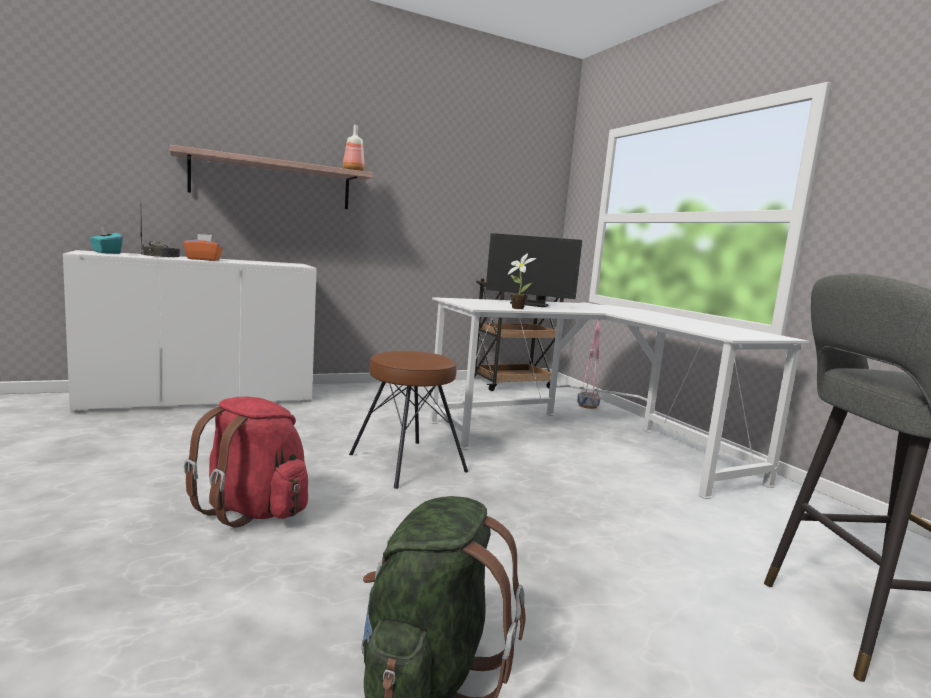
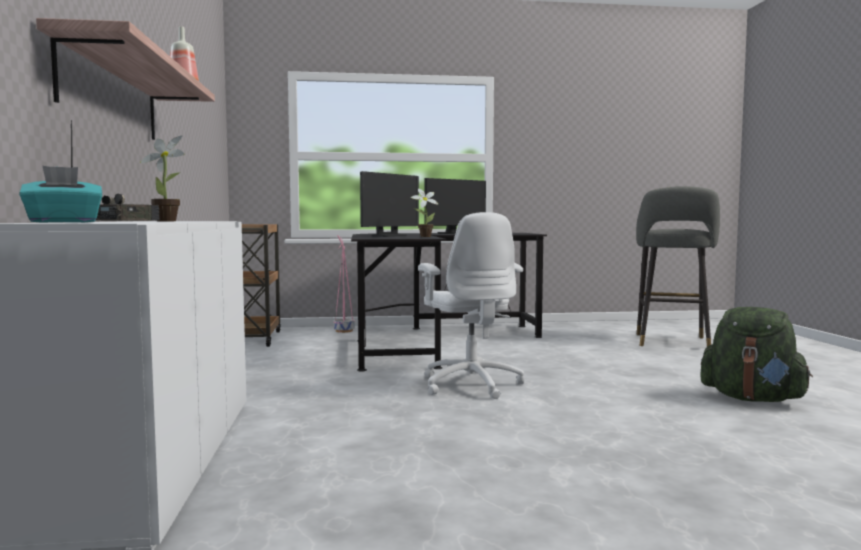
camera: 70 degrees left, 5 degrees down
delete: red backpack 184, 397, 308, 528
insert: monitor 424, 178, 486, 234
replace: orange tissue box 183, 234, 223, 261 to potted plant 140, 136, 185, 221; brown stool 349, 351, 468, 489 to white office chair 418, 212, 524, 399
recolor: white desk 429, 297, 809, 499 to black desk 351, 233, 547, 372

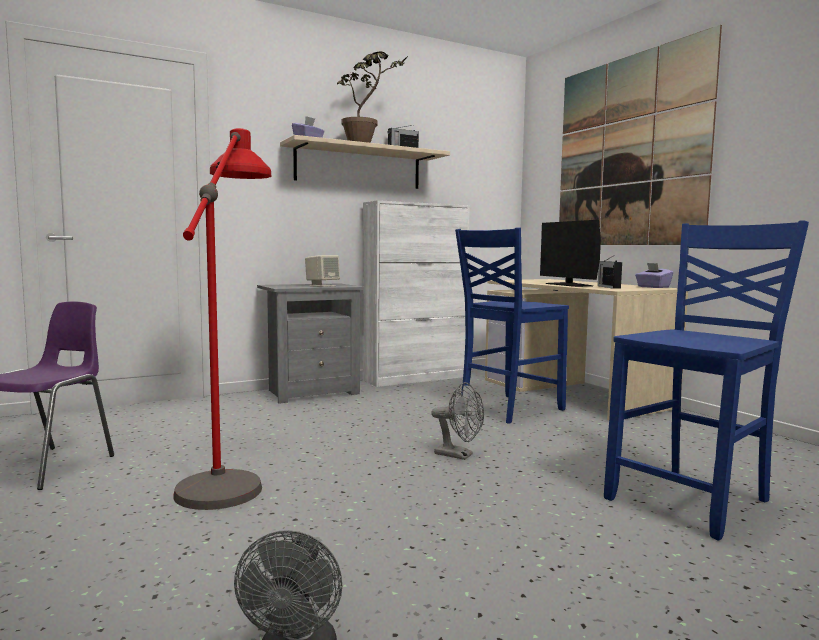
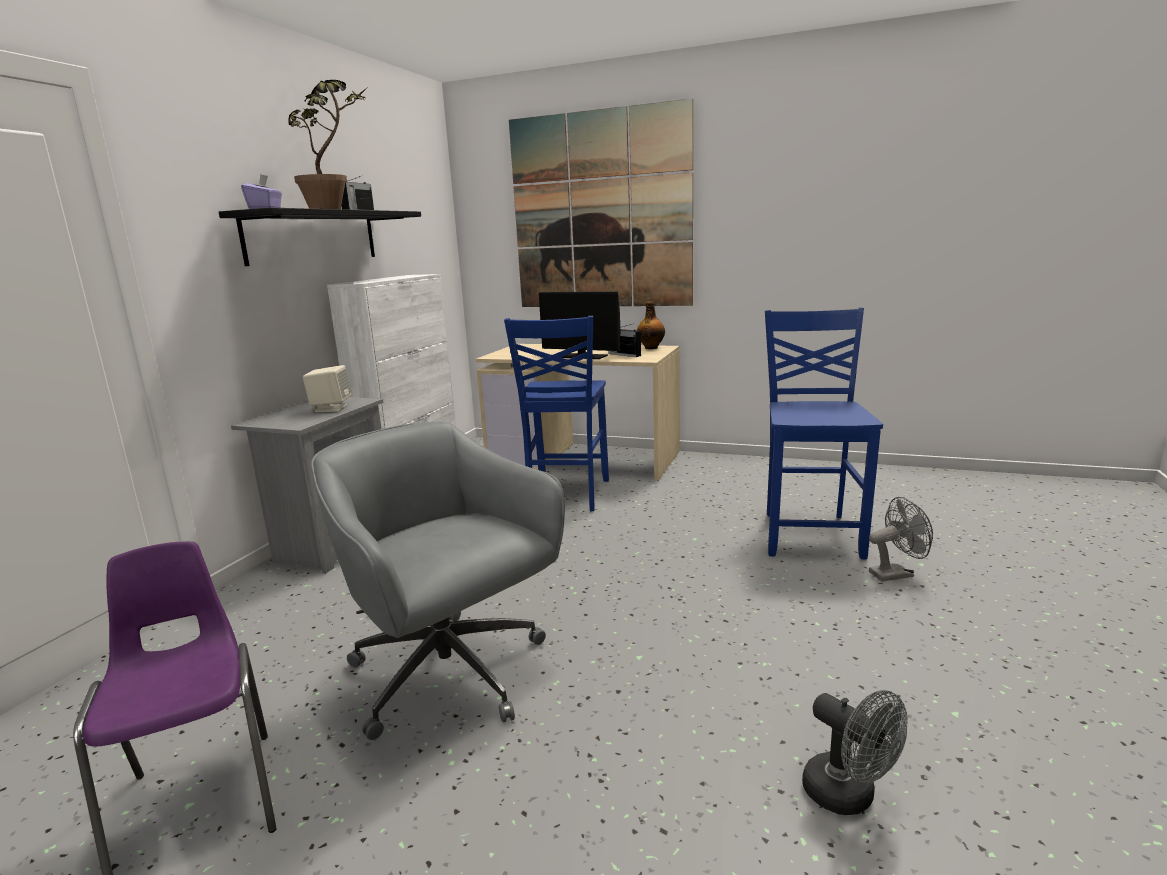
camera: 40 degrees left, 10 degrees up
move: grey fan 431, 382, 484, 460 to 869, 497, 933, 581
replace: red floor lamp 173, 128, 271, 510 to grey office chair 311, 422, 565, 740; purple tissue box 635, 263, 674, 288 to bottle 637, 301, 665, 349
recolor: beige shelf 280, 135, 450, 189 to black shelf 219, 208, 421, 266

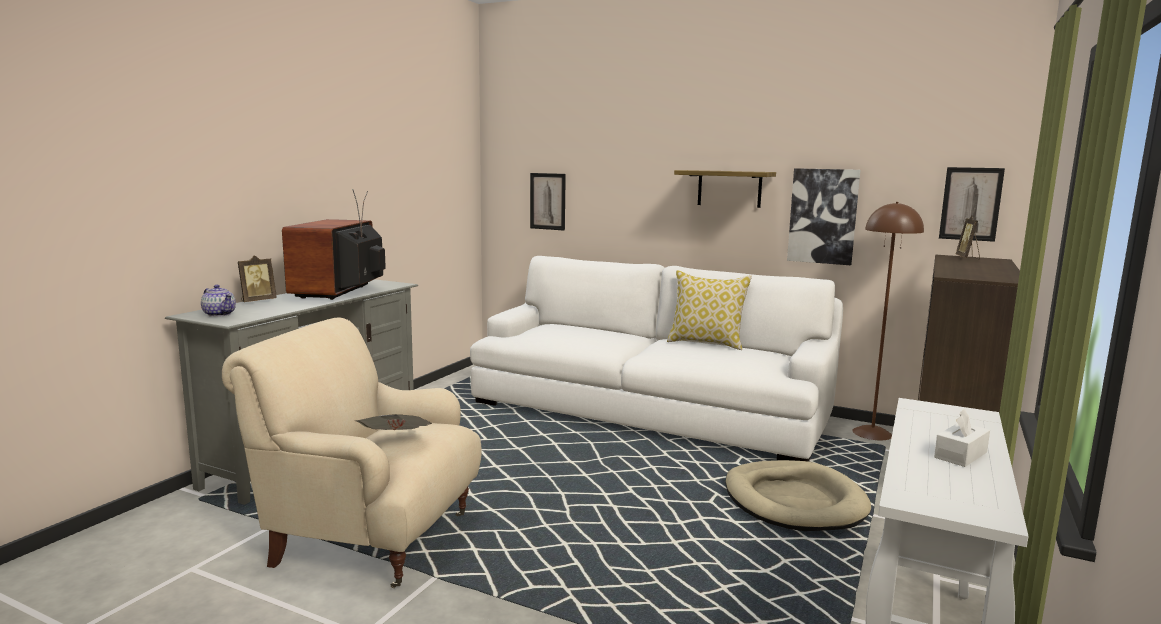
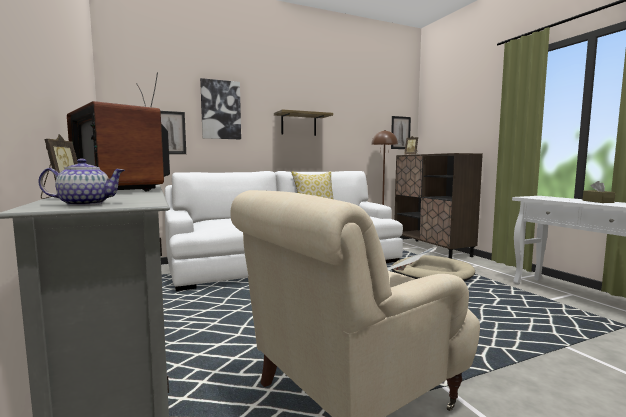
camera: 50 degrees left, 5 degrees down
move: picture 787, 168, 860, 265 to 200, 78, 241, 139
recolor: white tissue box 934, 409, 990, 467 to brown tissue box 582, 181, 615, 203

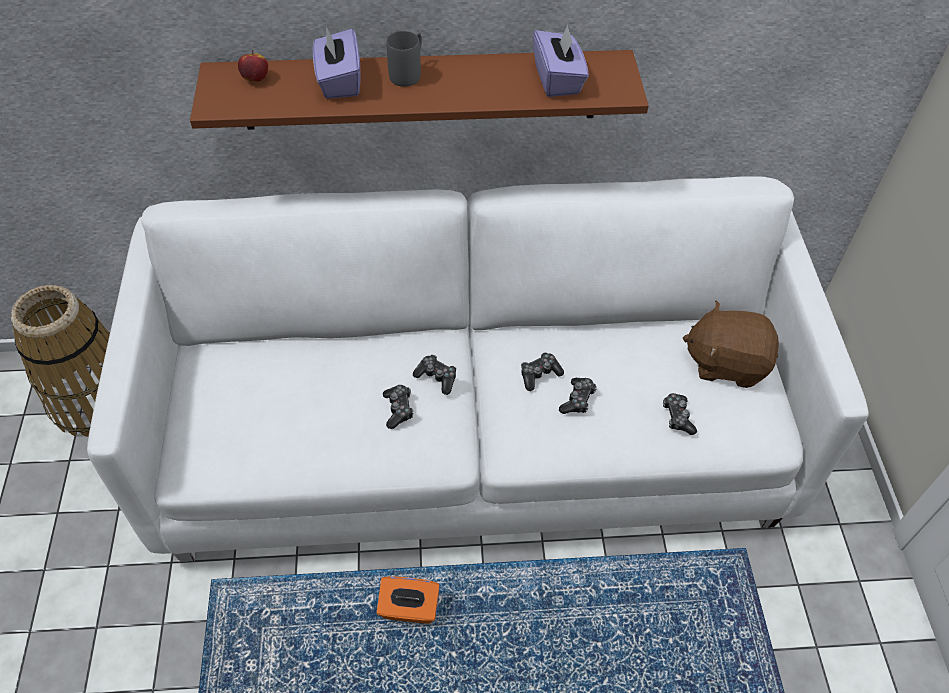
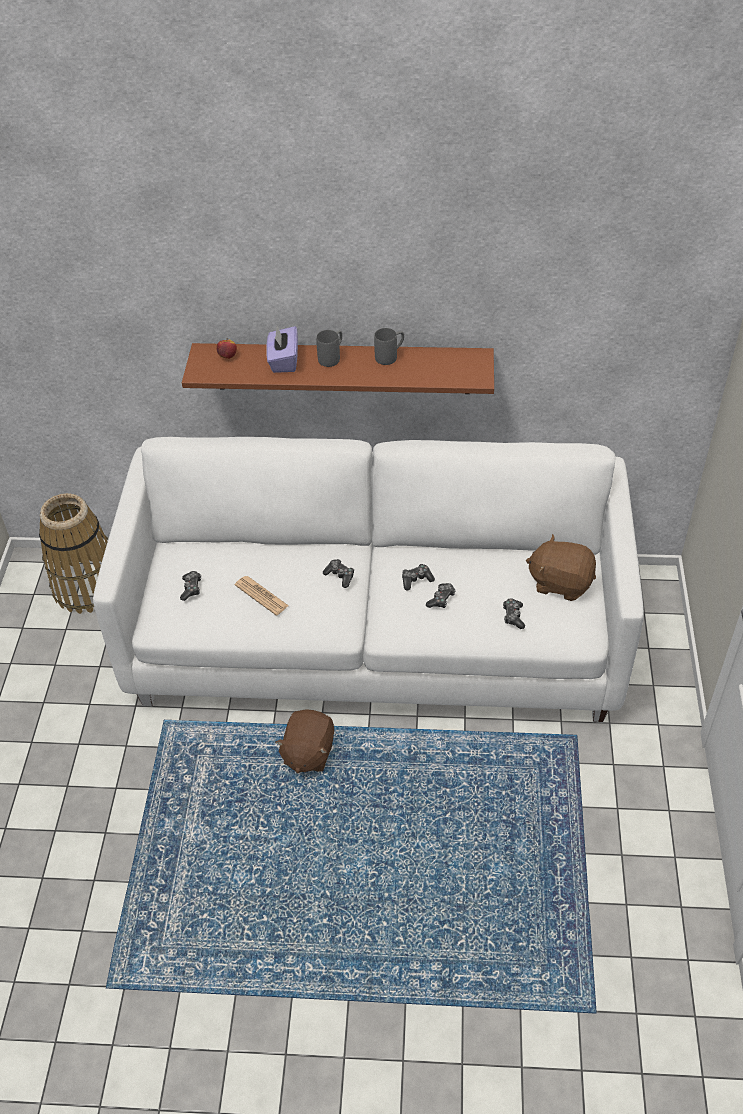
camera: 10 degrees right, 5 degrees down
delete: purple tissue box 533, 25, 589, 97
insert: newspaper 235, 576, 289, 615; grey mug 374, 328, 404, 365
move: game controller 383, 385, 414, 429 to 180, 571, 201, 601
replace: orange tissue box 377, 576, 440, 624 to brown plush toy 275, 709, 334, 773

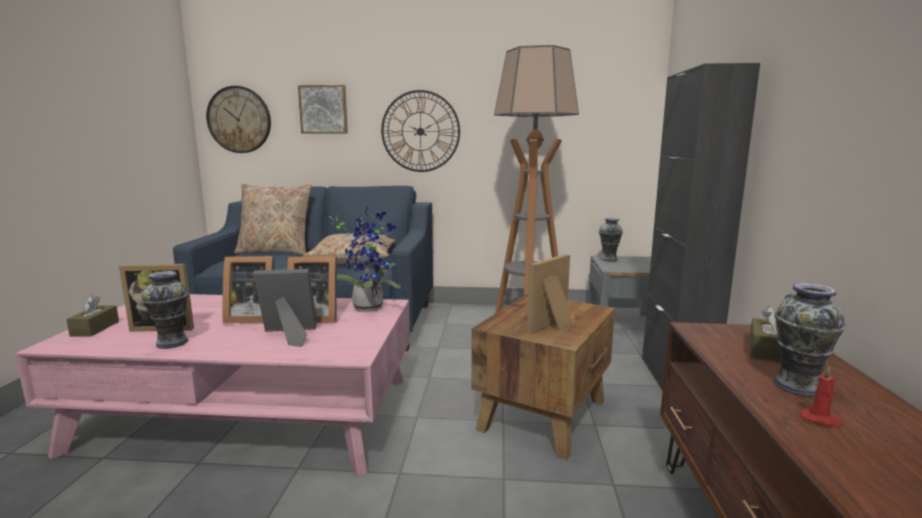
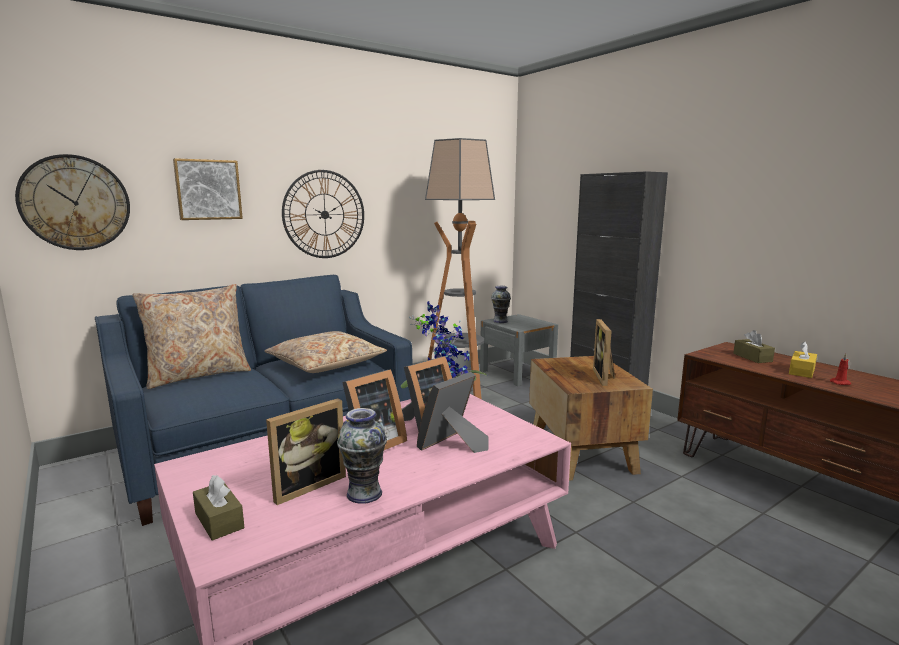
camera: 40 degrees left, 0 degrees up
replace: vase 773, 283, 846, 397 to yellow tissue box 789, 341, 817, 378

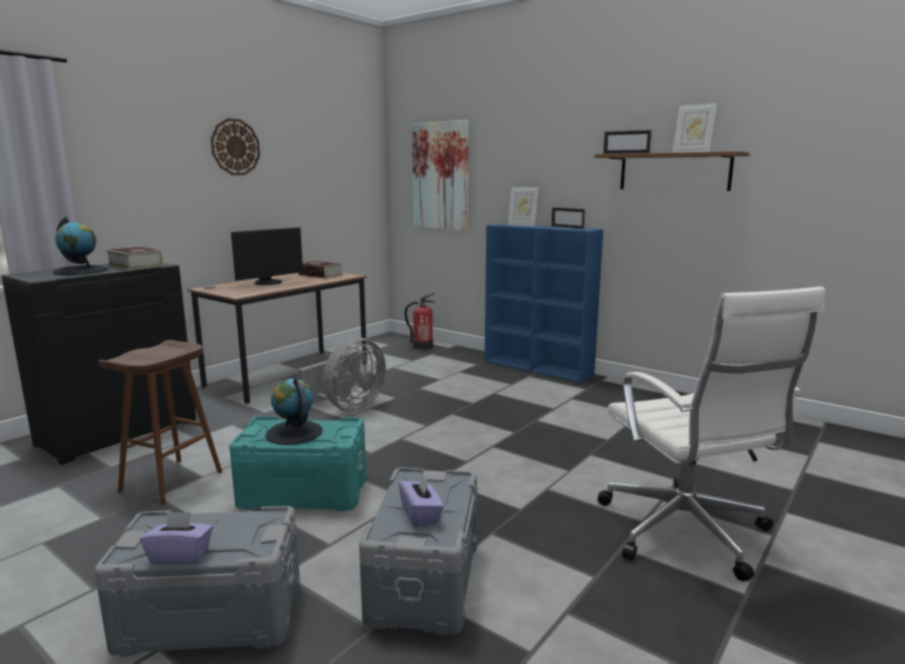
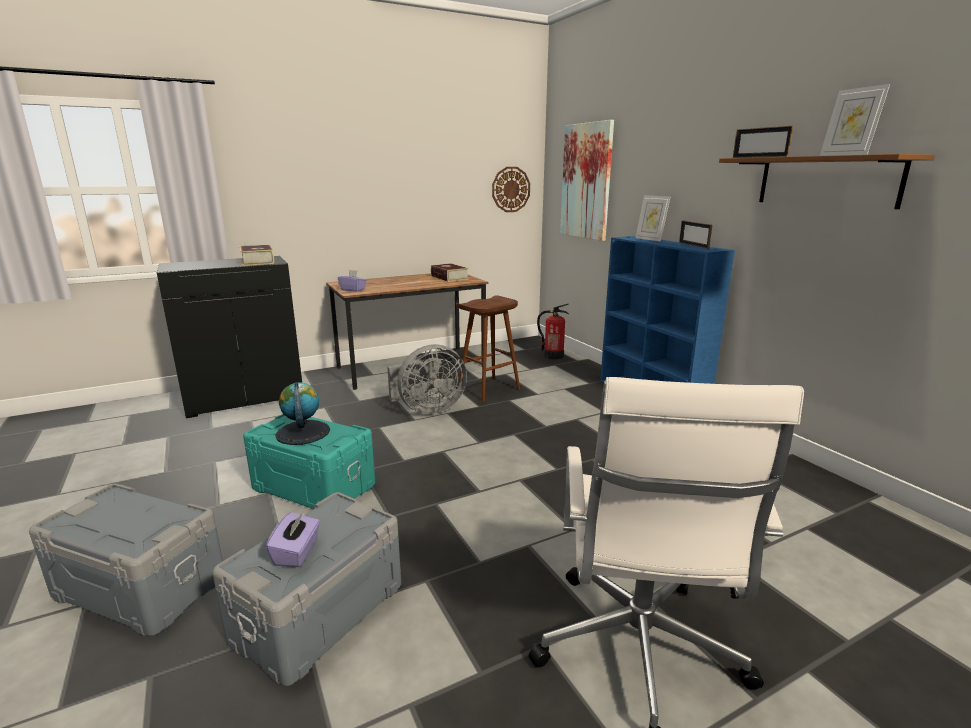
camera: 25 degrees right, 5 degrees up
delete: globe 53, 217, 108, 275; monitor 231, 227, 303, 285
move: brown stool 98, 340, 222, 505 to 456, 295, 520, 402; purple tissue box 140, 512, 213, 564 to 338, 270, 367, 292; wall clock 211, 118, 260, 175 to 492, 167, 530, 212

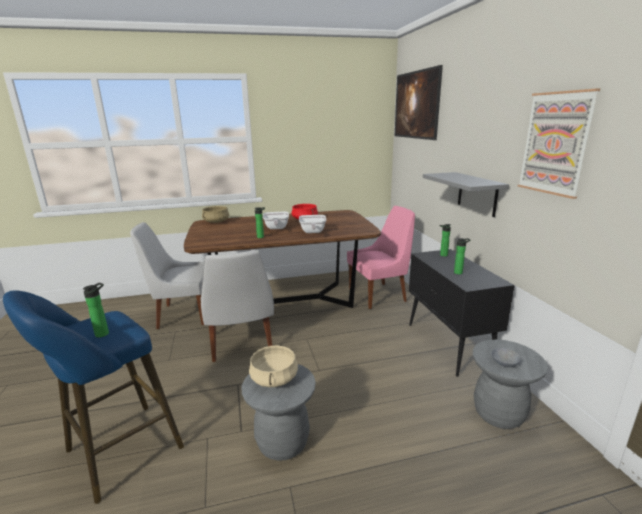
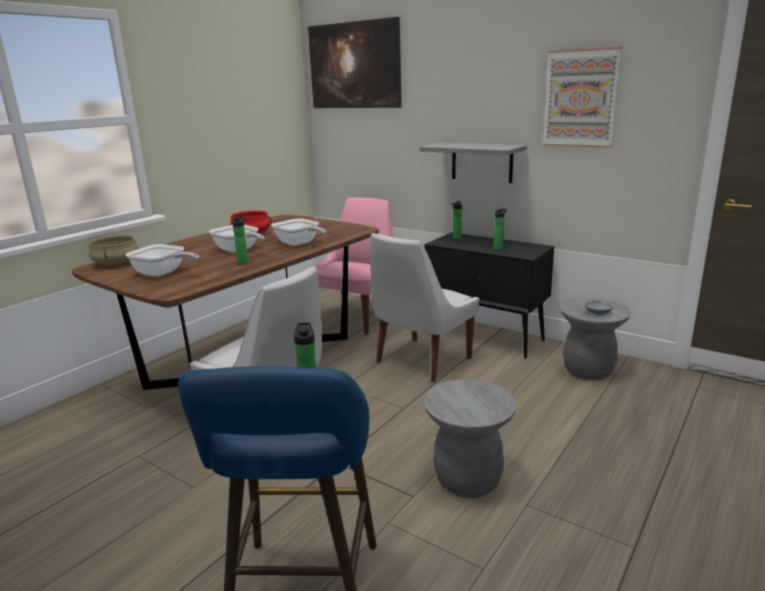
camera: 40 degrees left, 0 degrees up
delete: beige cooking pot 249, 345, 298, 387
insert: frying pan 125, 244, 199, 277
move: white chair 130, 222, 204, 329 to 370, 233, 479, 382

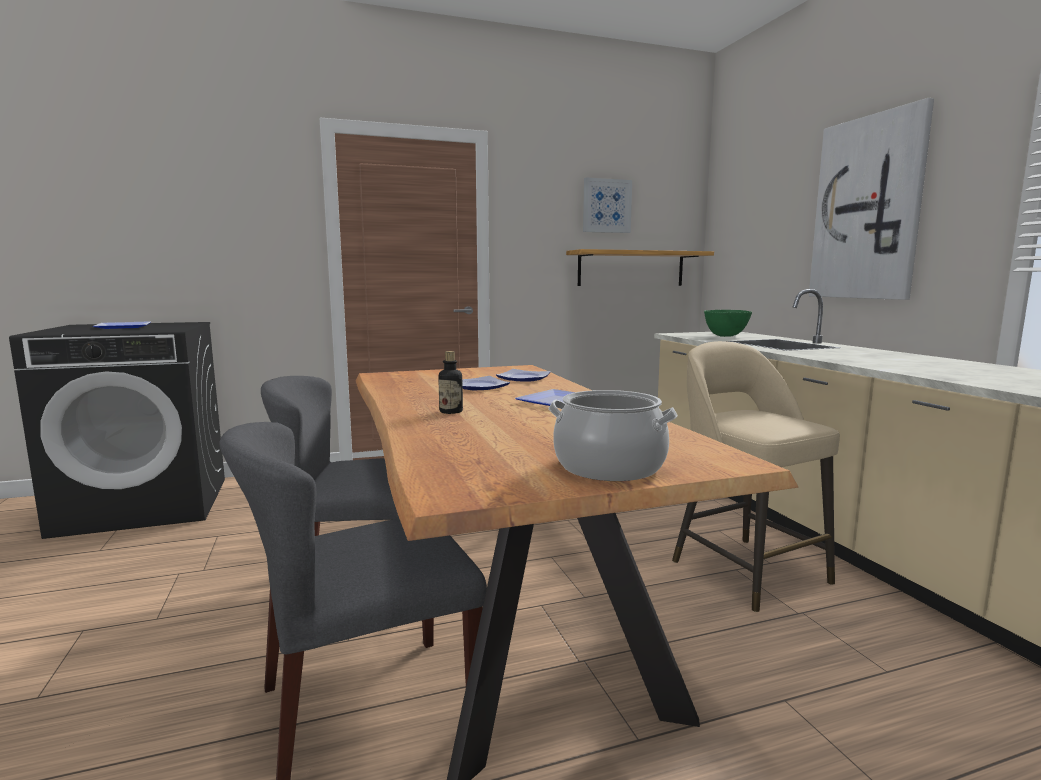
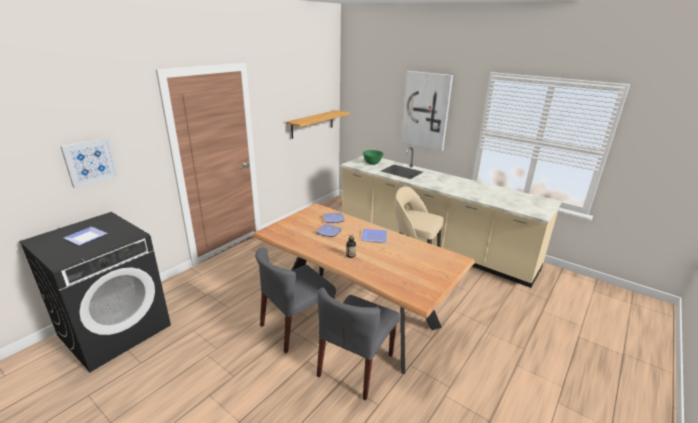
camera: 35 degrees left, 15 degrees up
delete: cooking pot 549, 390, 677, 481
move: picture 583, 178, 632, 233 to 60, 137, 118, 188

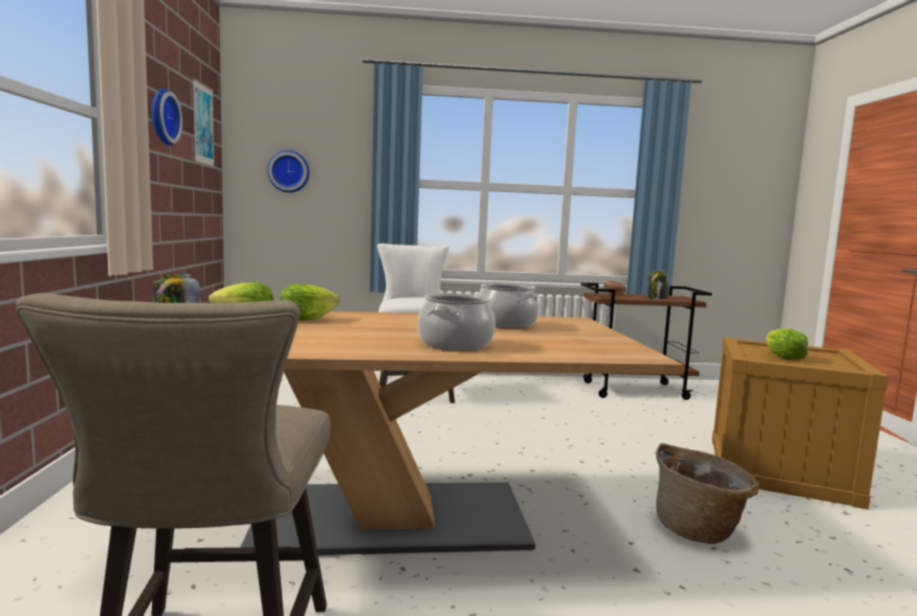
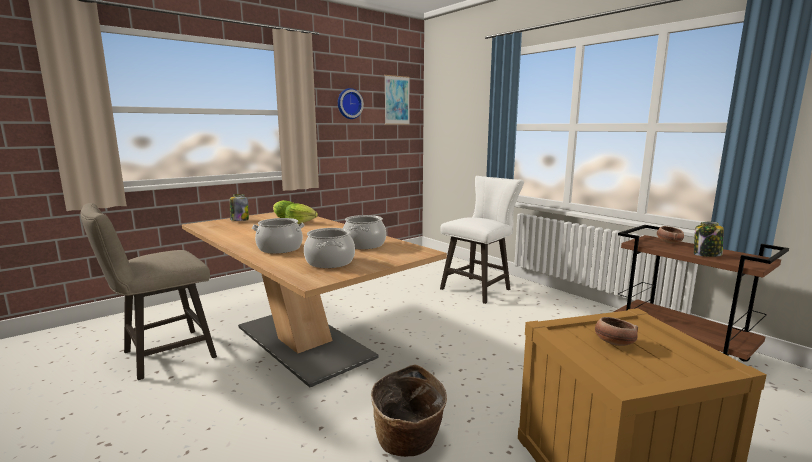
camera: 55 degrees right, 5 degrees up
delete: wall clock 268, 150, 309, 193
insert: cooking pot 304, 228, 355, 268
replace: lettuce 766, 329, 808, 360 to bowl 595, 317, 638, 346

